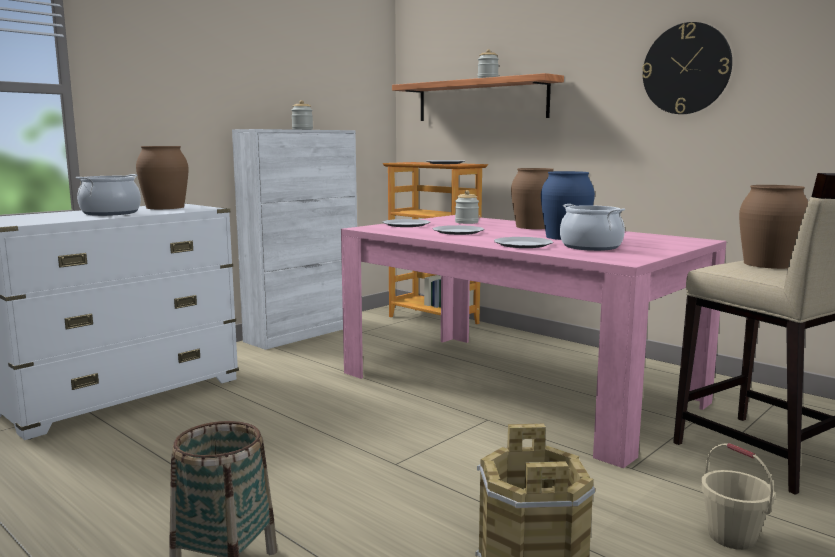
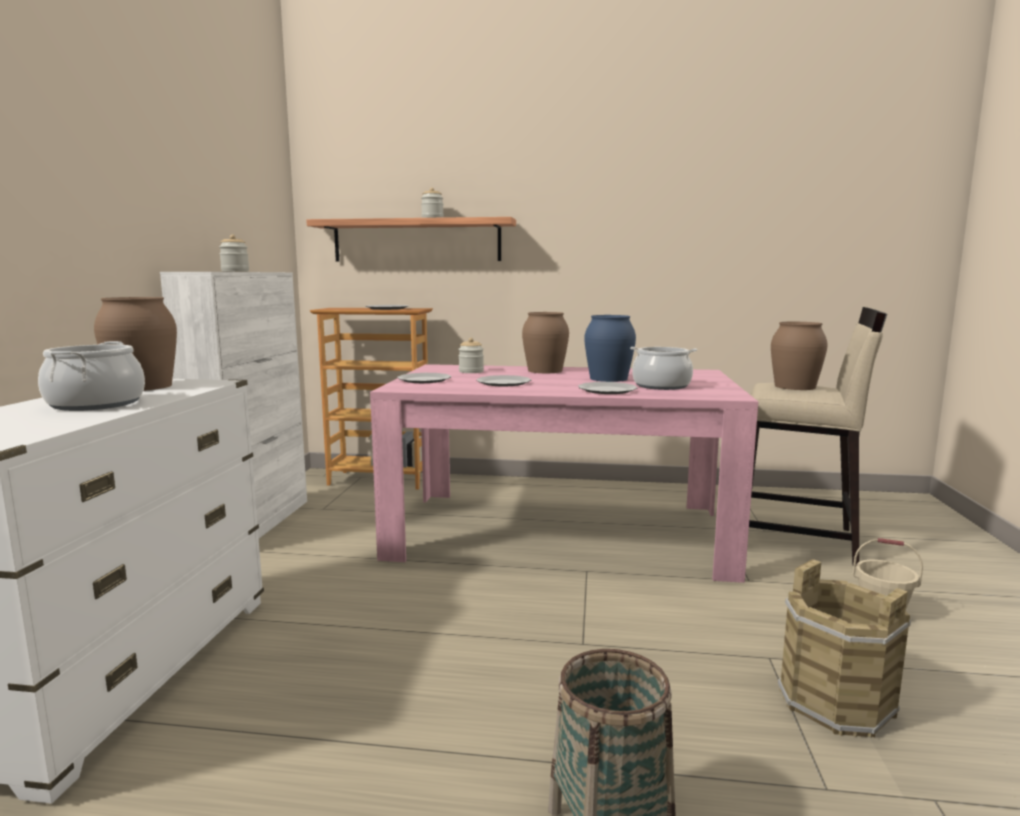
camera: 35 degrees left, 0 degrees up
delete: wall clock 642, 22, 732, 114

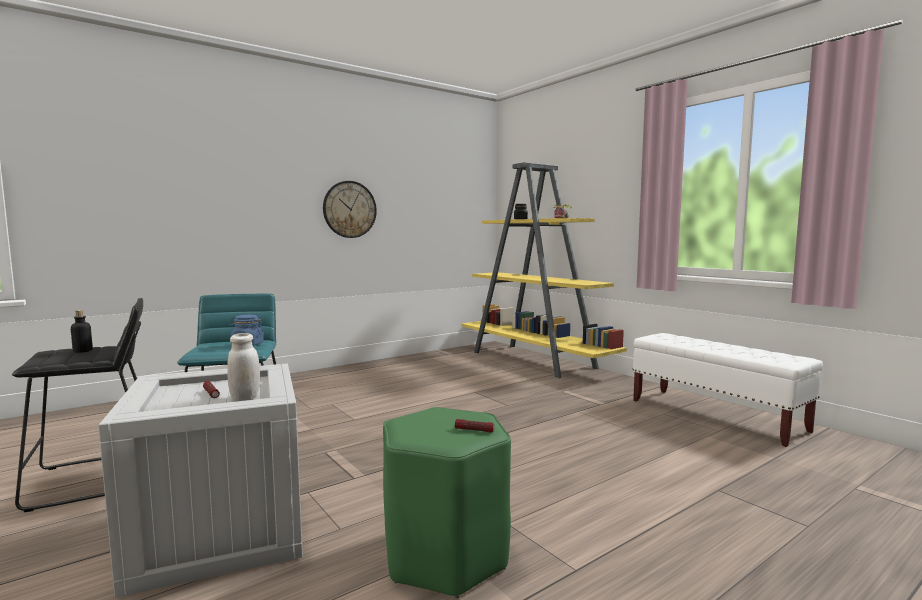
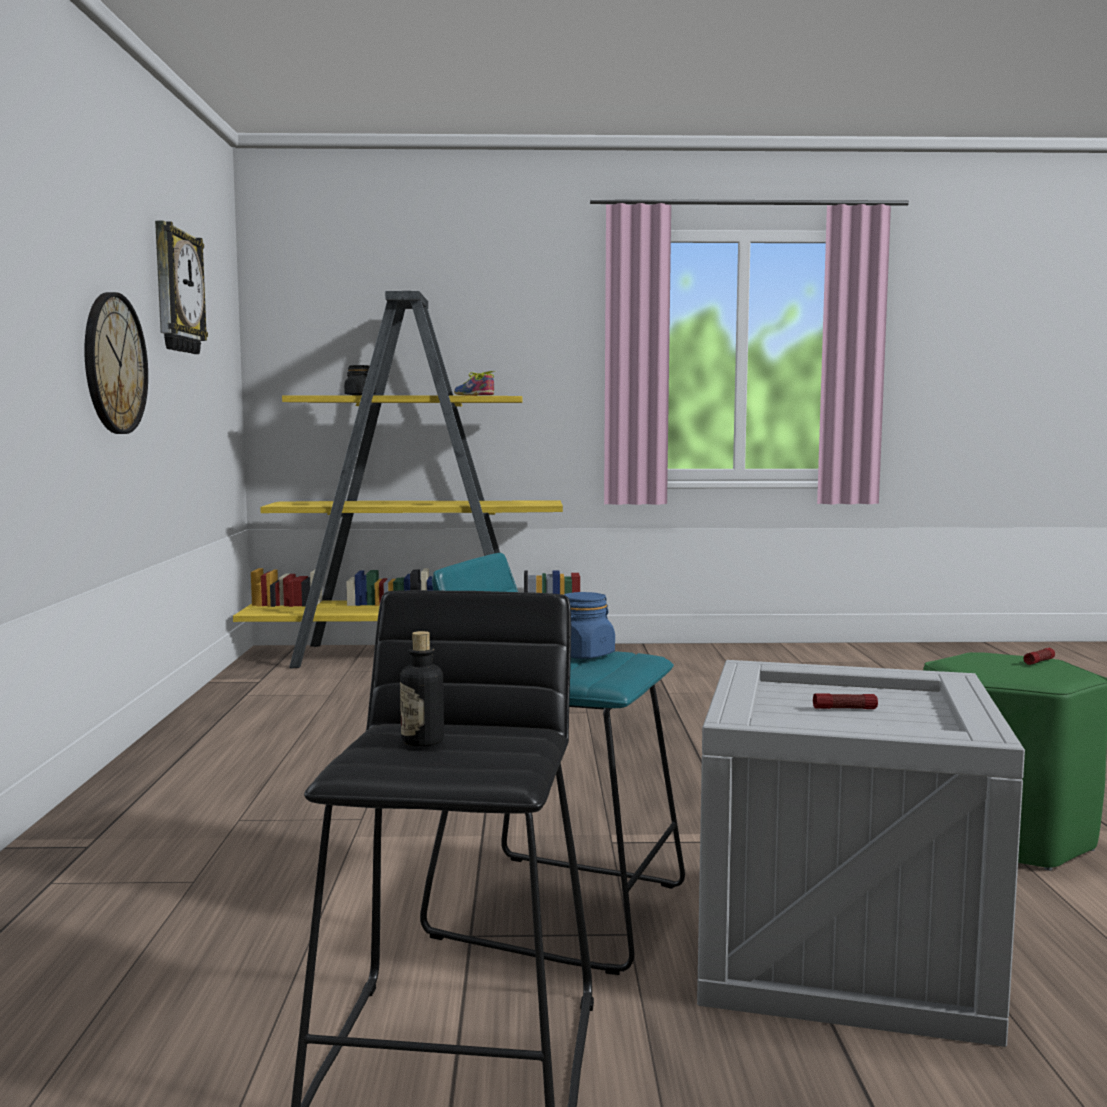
camera: 55 degrees left, 0 degrees up
delete: white jar 227, 333, 260, 401; white bench 633, 333, 823, 447
insert: wall clock 155, 221, 208, 354

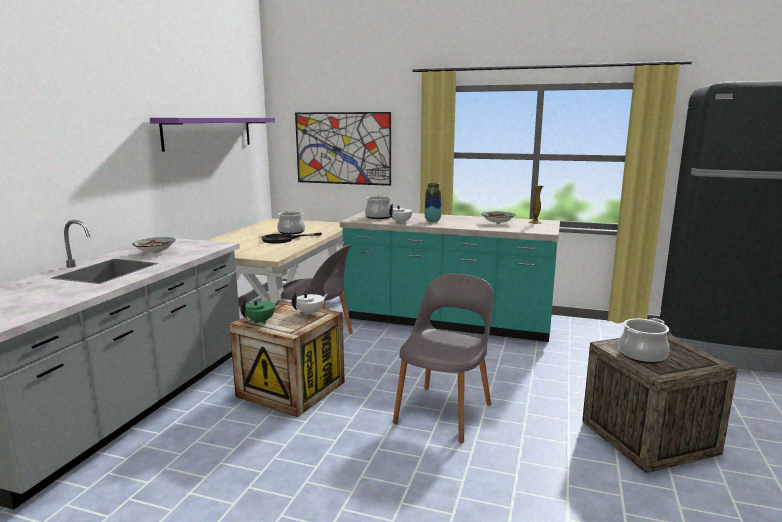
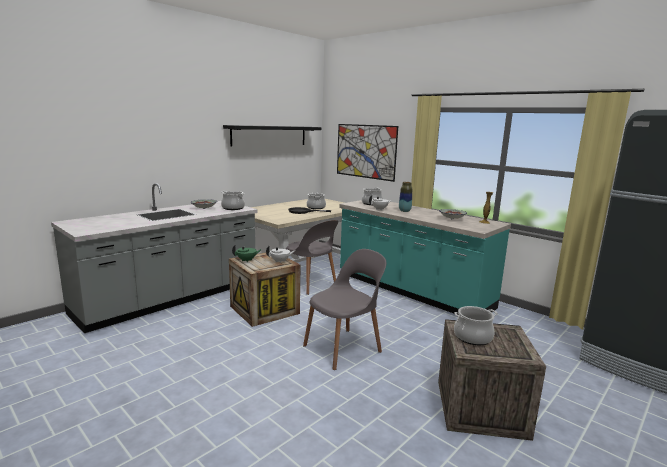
camera: 25 degrees right, 0 degrees up
insert: cooking pot 221, 191, 245, 210
recolor: purple shelf 150, 118, 275, 152 to black shelf 223, 125, 321, 147

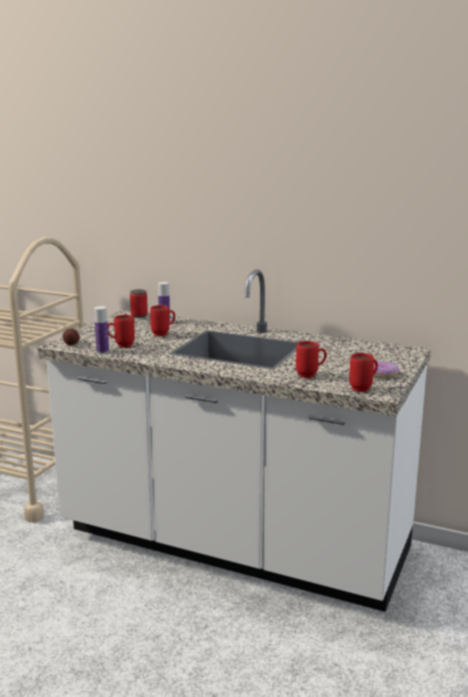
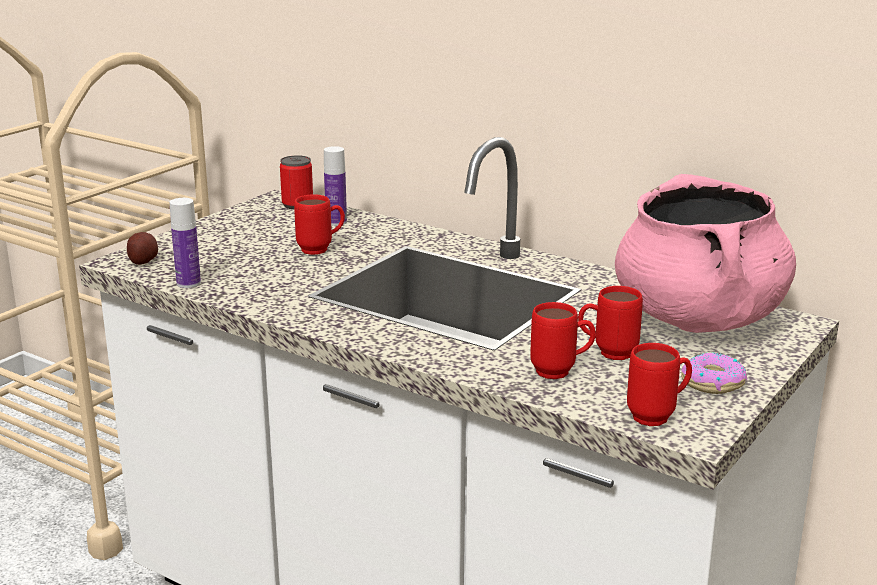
camera: 10 degrees right, 5 degrees up
insert: pink cooking pot 615, 174, 796, 333
move: red mug 108, 315, 135, 348 to 578, 286, 643, 360

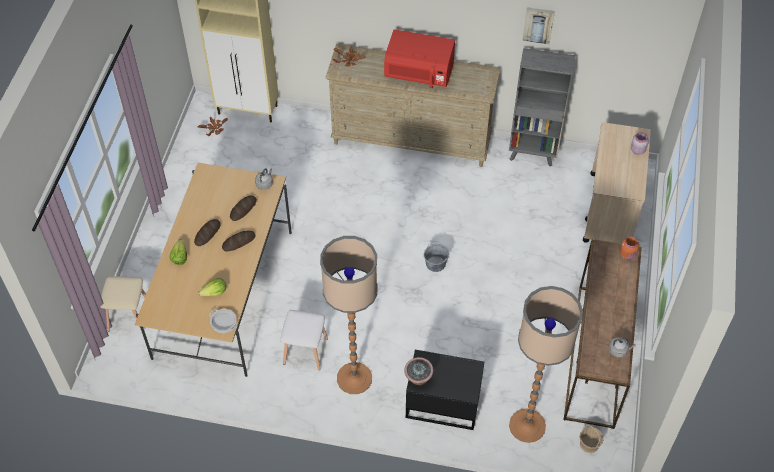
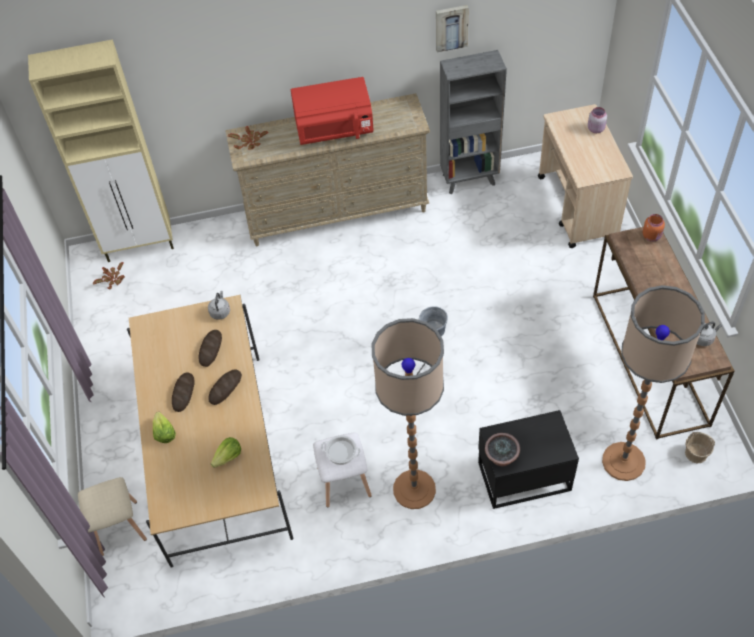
camera: 20 degrees left, 0 degrees up
move: cooking pot 209, 309, 237, 333 to 321, 435, 360, 465

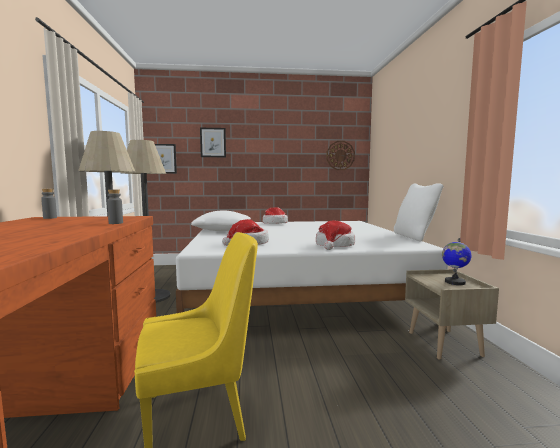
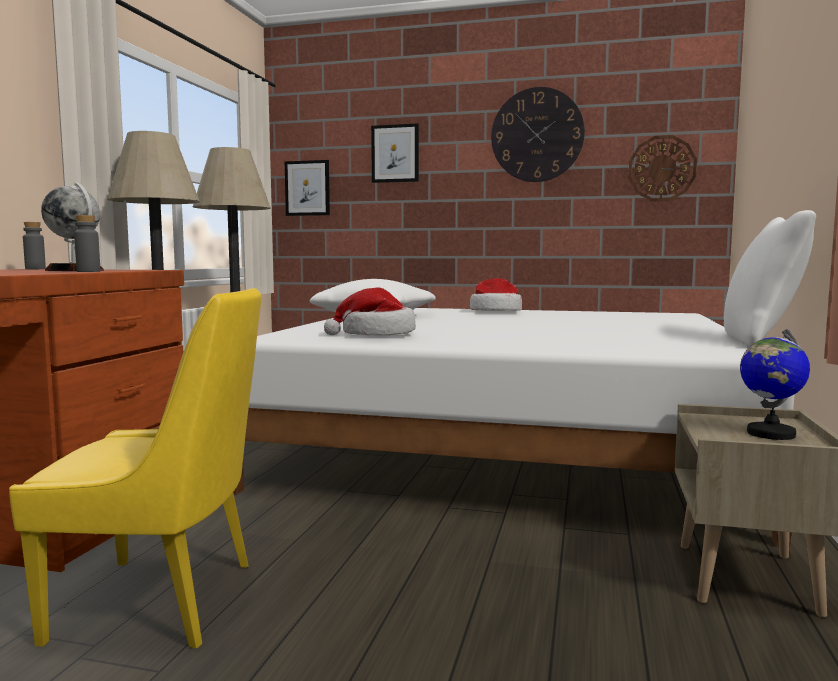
camera: 20 degrees right, 0 degrees up
delete: hat 316, 220, 355, 250
insert: globe 41, 182, 104, 271; wall clock 491, 87, 585, 182

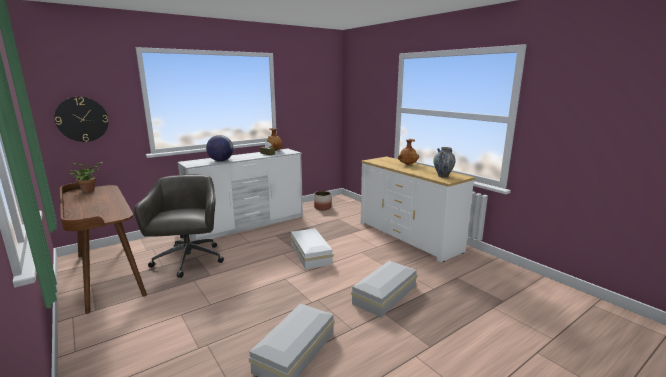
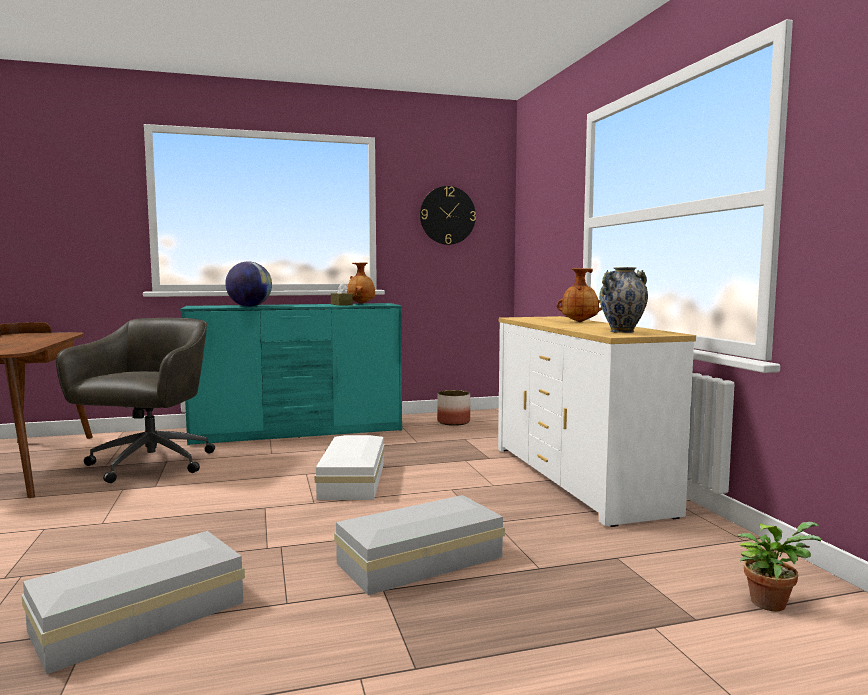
camera: 20 degrees right, 10 degrees down
move: wall clock 55, 97, 109, 142 to 420, 186, 476, 245; potted plant 69, 162, 102, 192 to 737, 522, 821, 611
recolor: white dresser 177, 149, 303, 241 to turquoise dresser 180, 303, 402, 445

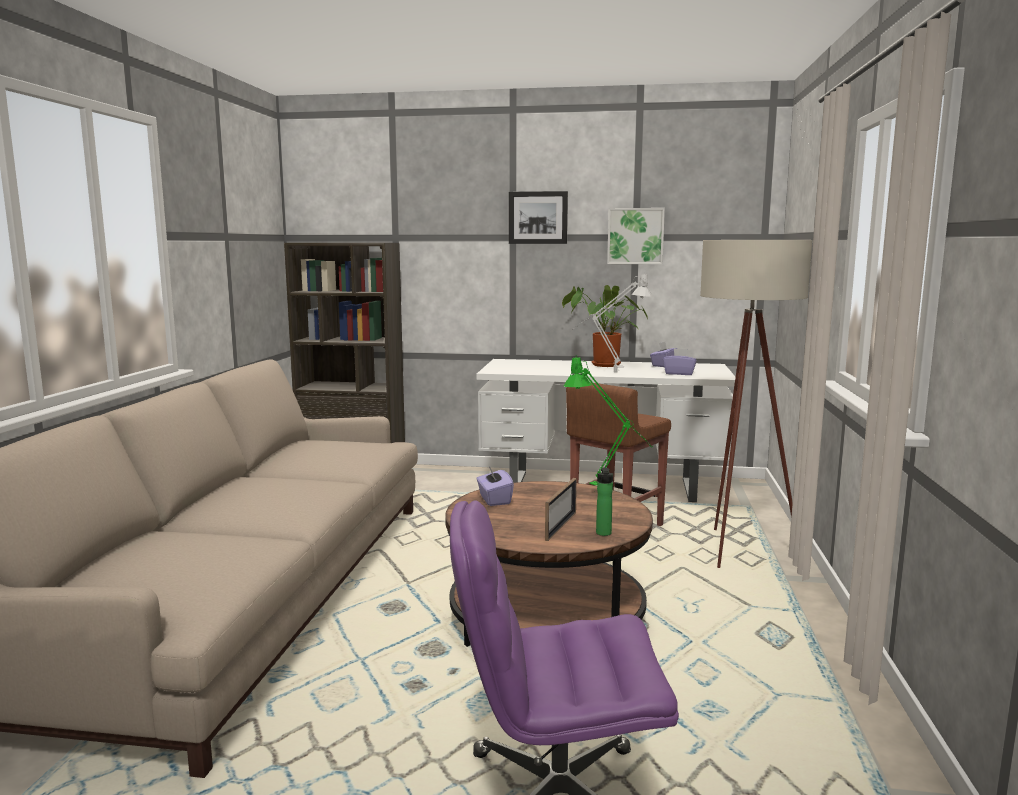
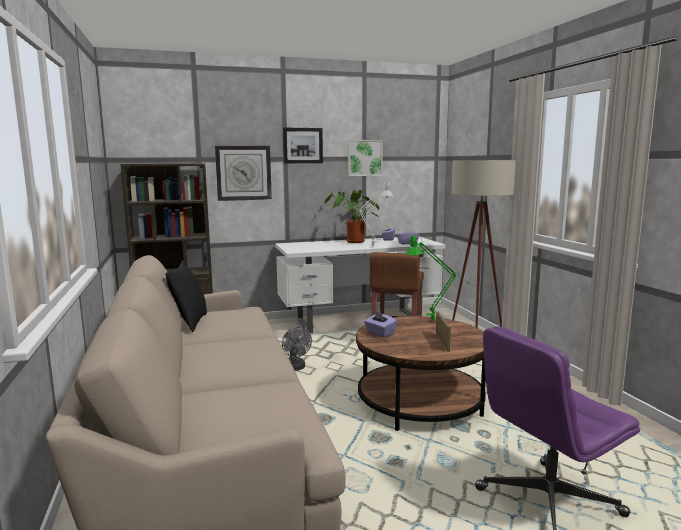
camera: 25 degrees left, 0 degrees up
delete: bottle 596, 467, 613, 536
insert: black pillow 166, 260, 207, 332; wall clock 215, 146, 272, 201; grey fan 282, 327, 312, 371

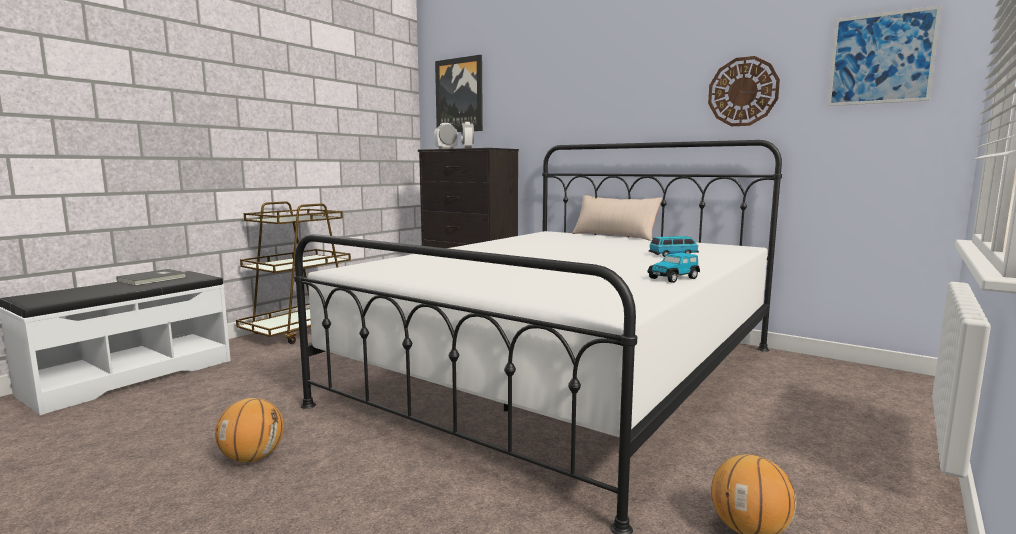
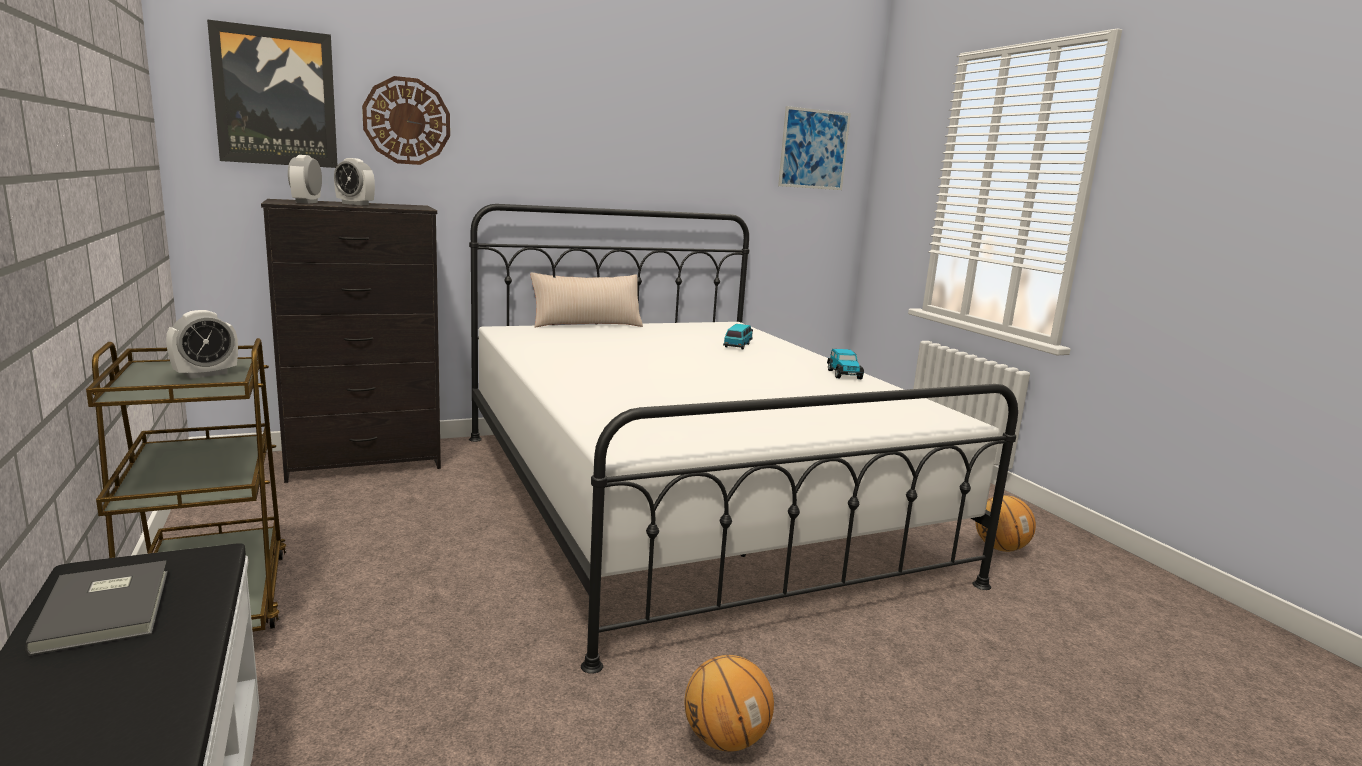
camera: 60 degrees left, 5 degrees up
insert: alarm clock 166, 310, 238, 379
move: wall clock 708, 56, 780, 126 to 362, 76, 450, 165

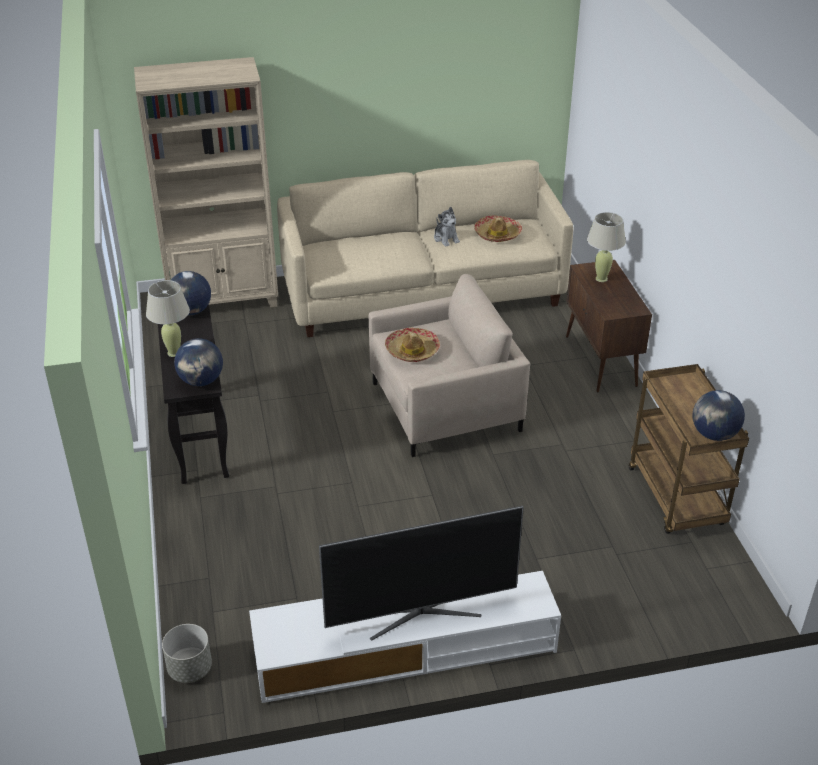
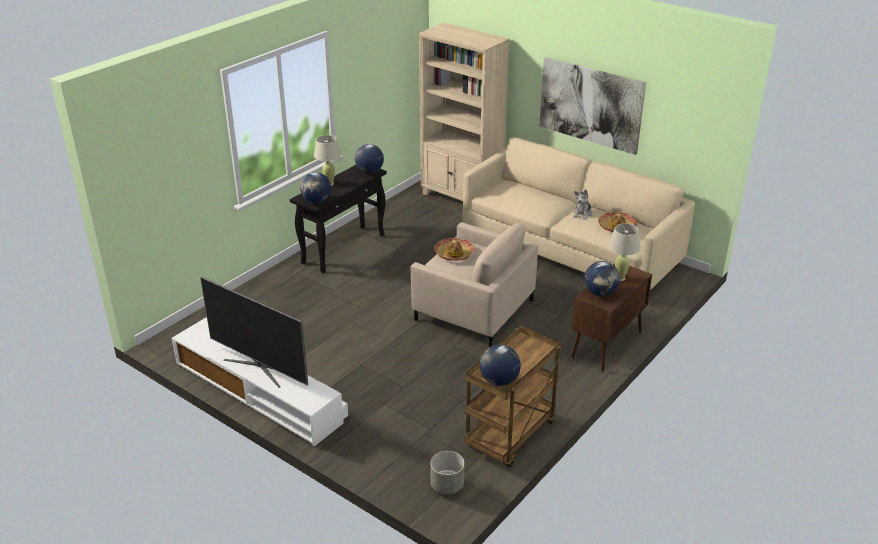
camera: 50 degrees right, 5 degrees down
insert: picture 540, 57, 646, 155; globe 584, 261, 620, 296
move: grey planter 162, 624, 212, 683 to 431, 451, 464, 494

